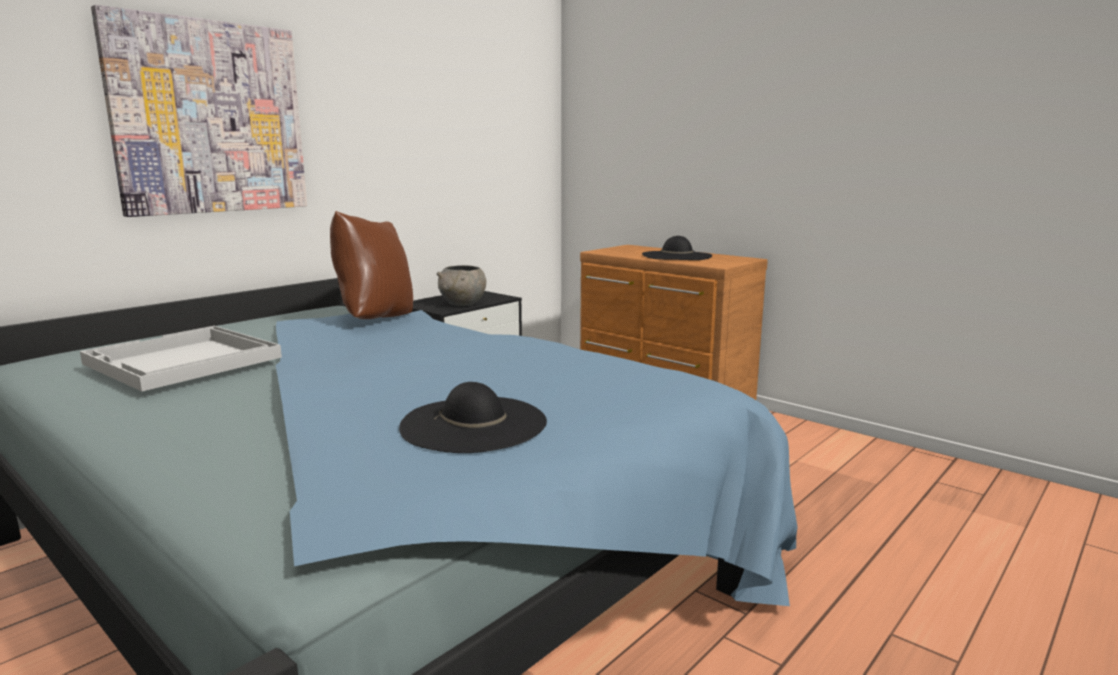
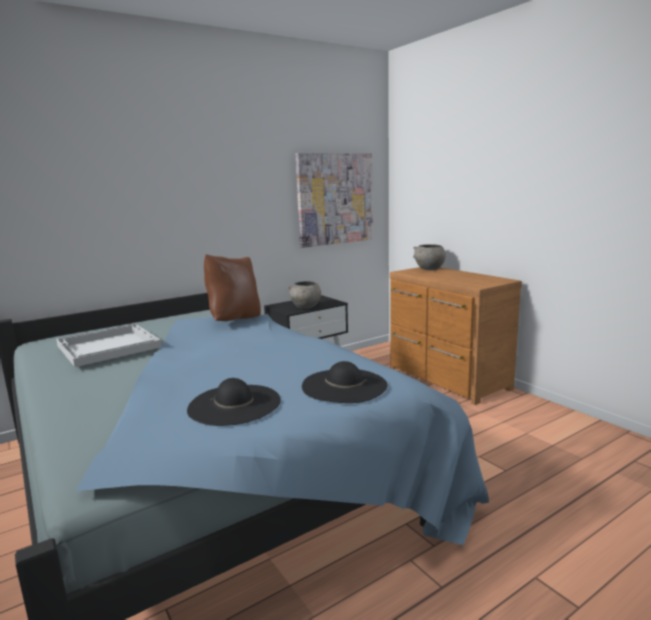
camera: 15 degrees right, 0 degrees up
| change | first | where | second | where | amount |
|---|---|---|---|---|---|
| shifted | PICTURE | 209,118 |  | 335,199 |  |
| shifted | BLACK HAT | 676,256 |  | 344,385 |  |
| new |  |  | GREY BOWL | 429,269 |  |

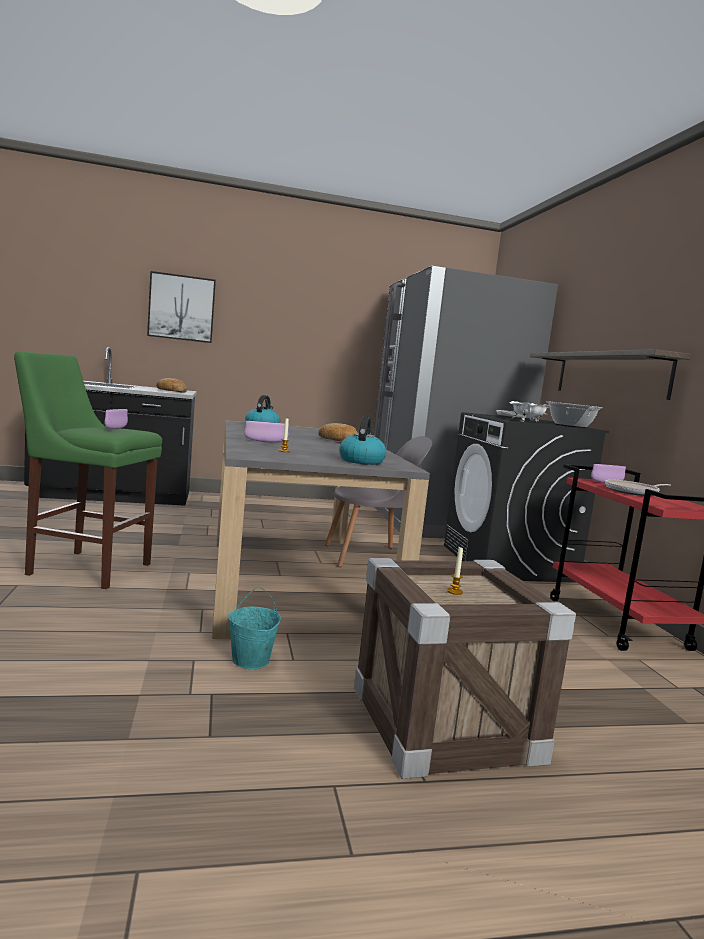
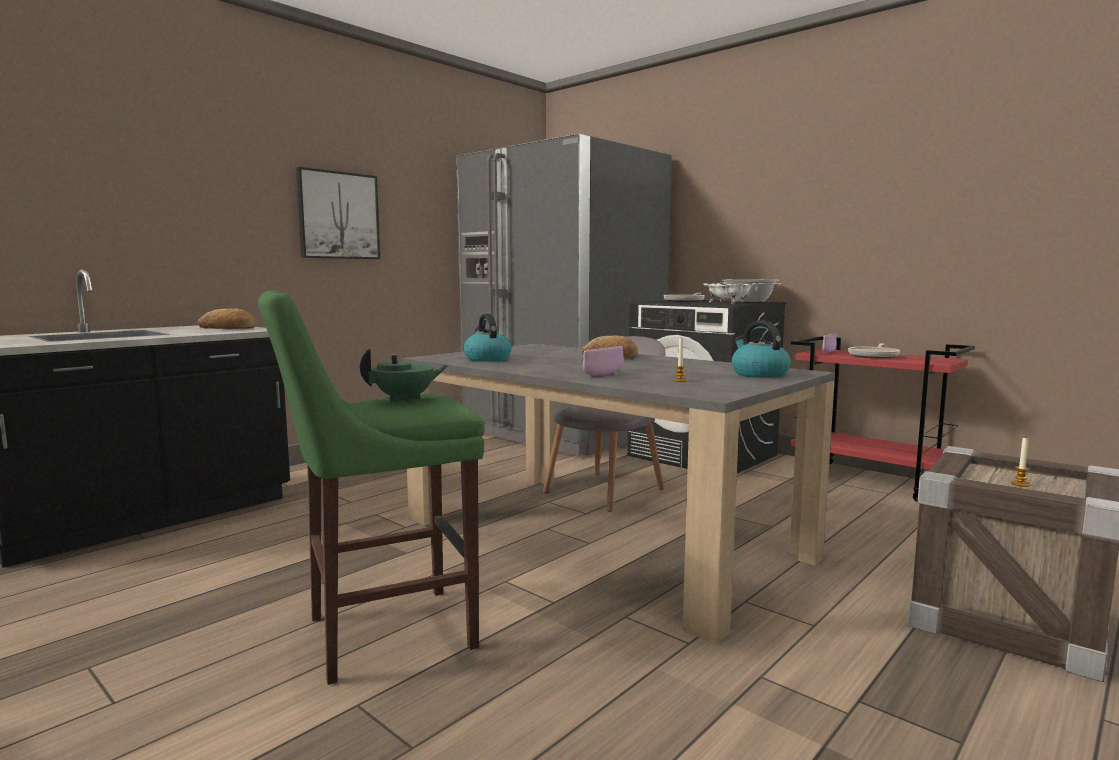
camera: 35 degrees left, 0 degrees up
| change | first | where | second | where | amount |
|---|---|---|---|---|---|
| shifted | PICTURE | 181,308 |  | 338,215 |  |
| gone | SHELF | 610,375 |  |  |  |
| swapped | PURPLE BOWL | 116,429 | GREEN TEAPOT | 405,399 |  |
| gone | TURQUOISE BUCKET | 251,660 |  |  |  |

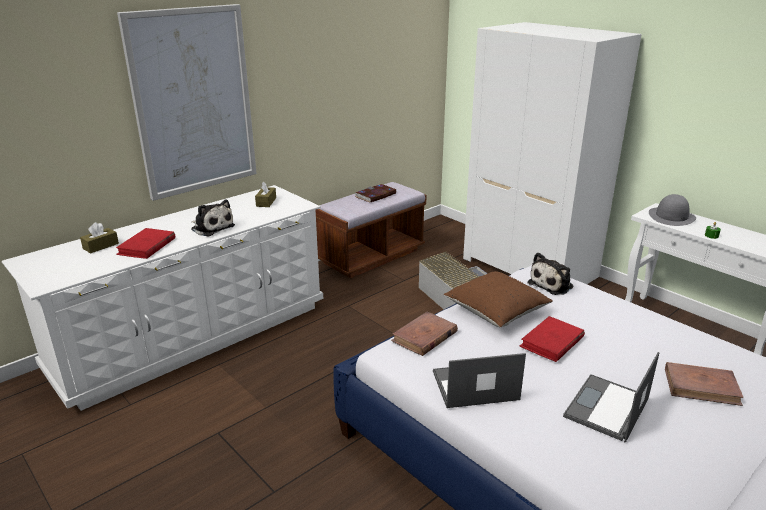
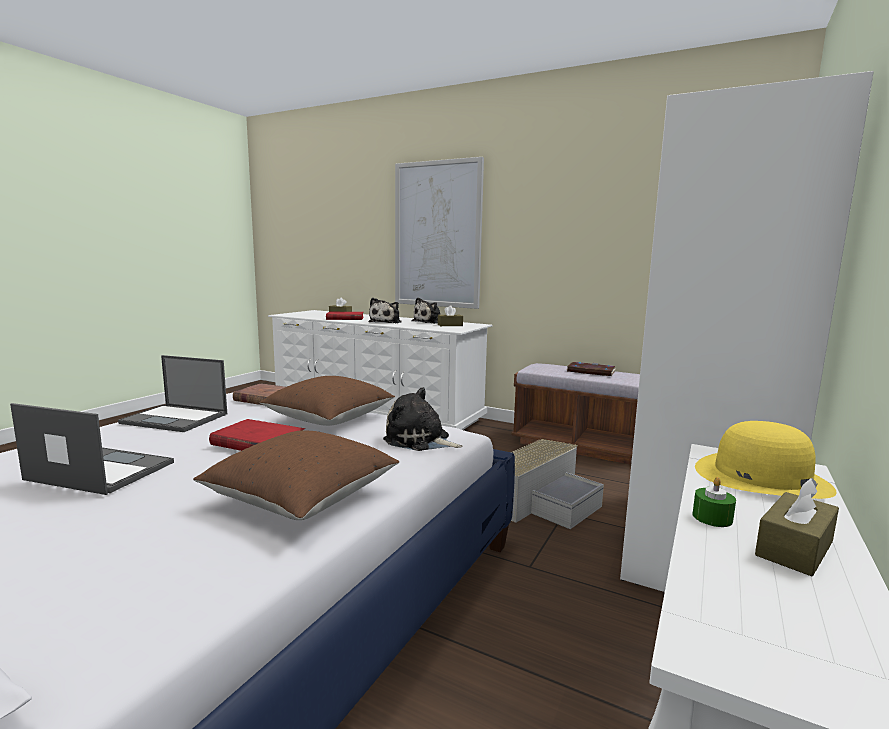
camera: 70 degrees right, 15 degrees down
| change | first | where | second | where | amount |
|---|---|---|---|---|---|
| repainted | GREY HAT | 671,217 | YELLOW HAT | 761,477 |  |
| rotated | LAPTOP | 474,386 |  | 176,418 | 135 degrees clockwise |
| gone | BROWN BOOK | 701,387 |  |  |  |
| new |  |  | PLUSH TOY | 430,322 |  |
| new |  |  | BROWN PILLOW | 302,499 |  |
| new |  |  | BROWN TISSUE BOX | 794,548 |  |

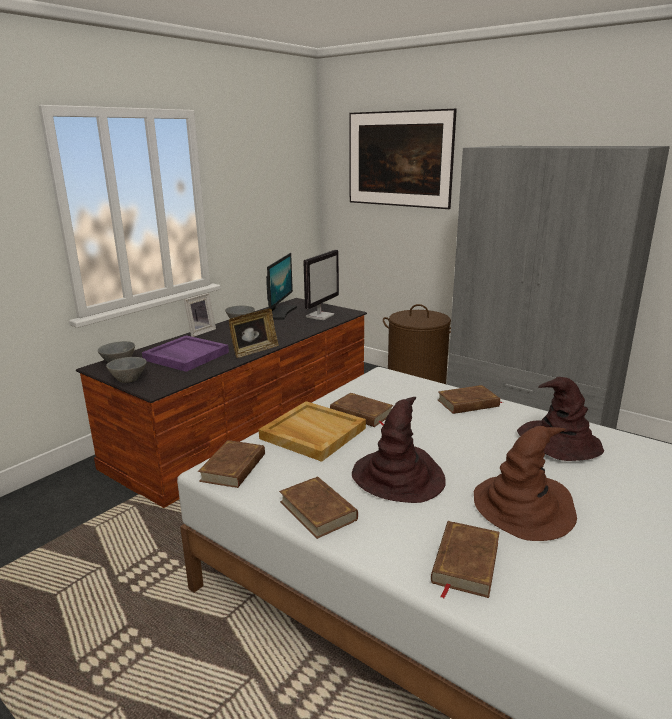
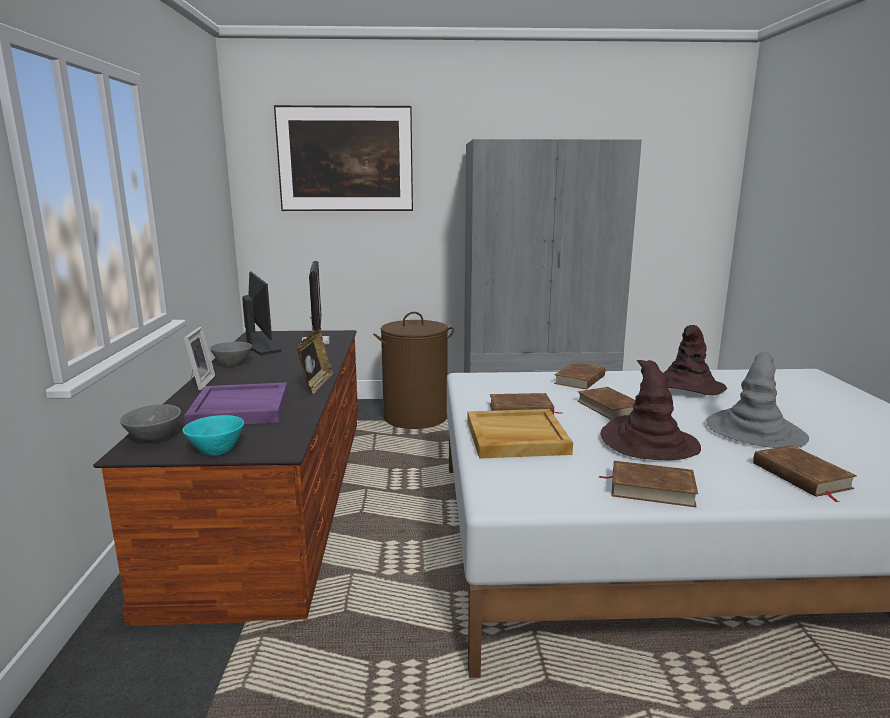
camera: 40 degrees left, 5 degrees down
| change | first | where | second | where | amount |
|---|---|---|---|---|---|
| repainted | GREY BOWL | 130,379 | TURQUOISE BOWL | 218,449 |  |
| repainted | BROWN HAT | 524,508 | GREY HAT | 754,431 |  |
| shifted | BROWN BOOK | 234,467 |  | 609,407 |  |

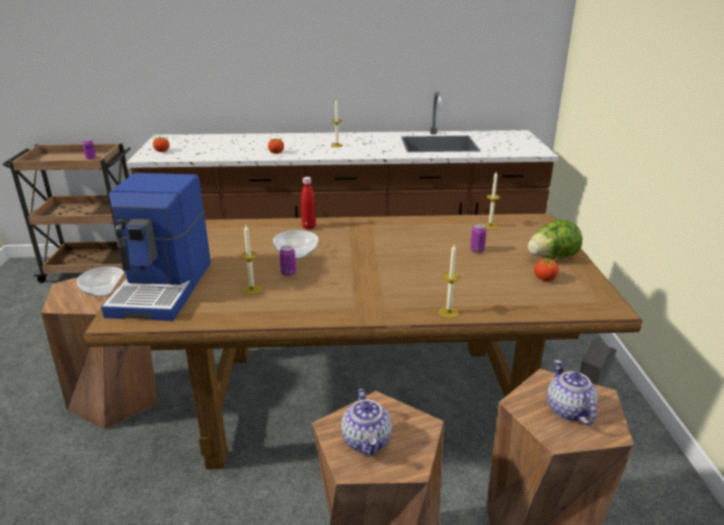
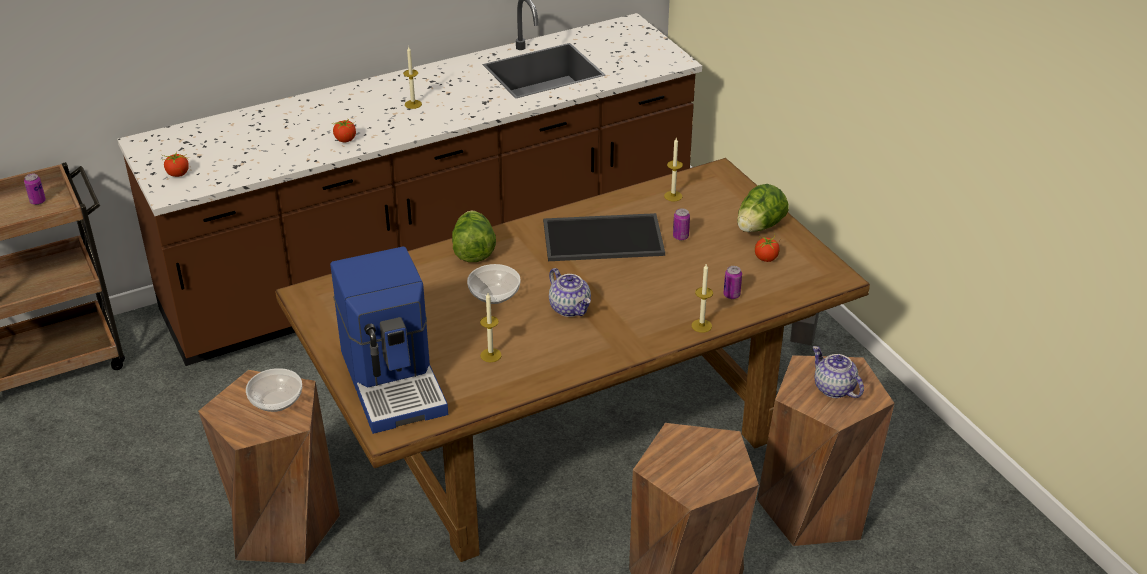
camera: 25 degrees left, 10 degrees up
| change | first | where | second | where | amount |
|---|---|---|---|---|---|
| swapped | RED BOTTLE | 309,227 | LETTUCE | 473,251 |  |
| shifted | CAN | 288,273 |  | 731,295 |  |
| shifted | TEAPOT | 367,441 |  | 570,308 |  |
| new |  |  | TRAY | 604,237 |  |

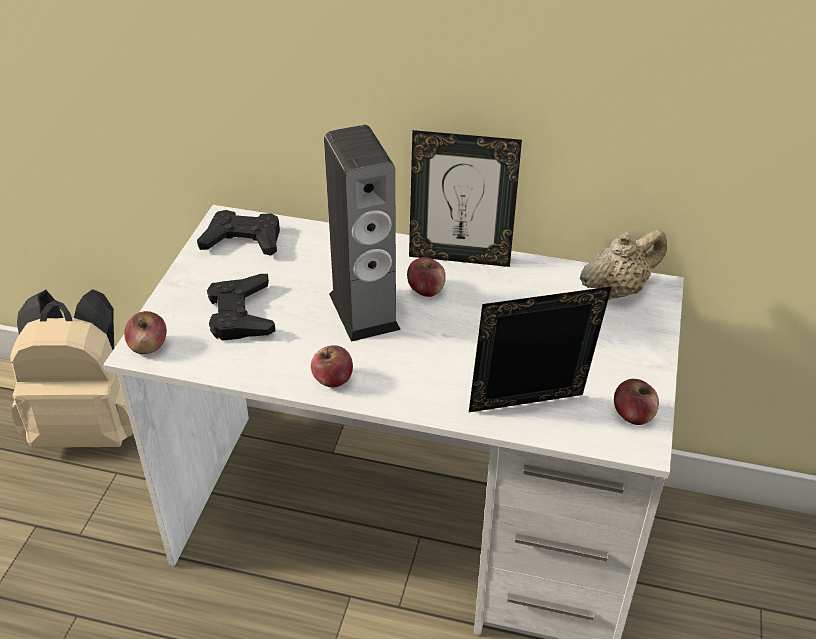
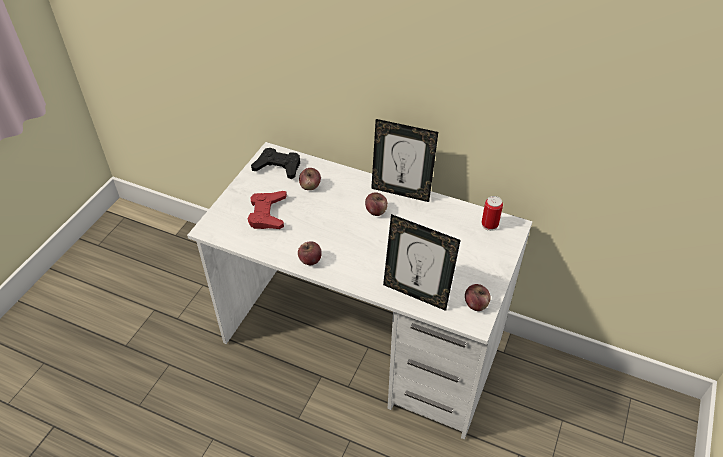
camera: 10 degrees right, 5 degrees up
| change | first | where | second | where | amount |
|---|---|---|---|---|---|
| gone | SPEAKER | 364,311 |  |  |  |
| swapped | BEIGE TEAPOT | 617,290 | CAN | 489,225 |  |
| repainted | BLACK GAME CONTROLLER | 241,314 | RED GAME CONTROLLER | 267,214 |  |
| rotated | PICTURE FRAME | 529,410 |  | 416,293 | 150 degrees counterclockwise |
| gone | BEIGE BACKPACK | 90,427 |  |  |  |
| shifted | APPLE | 148,346 |  | 310,186 |  |

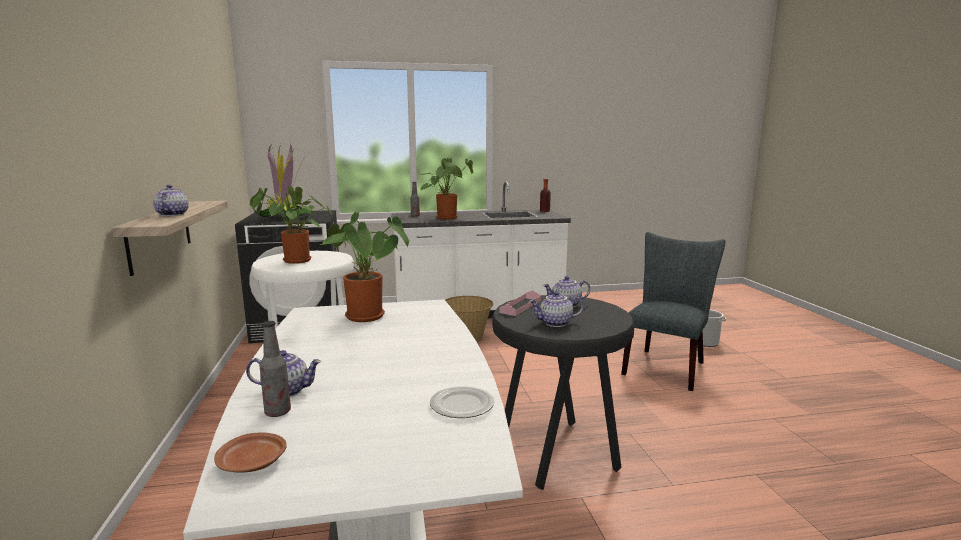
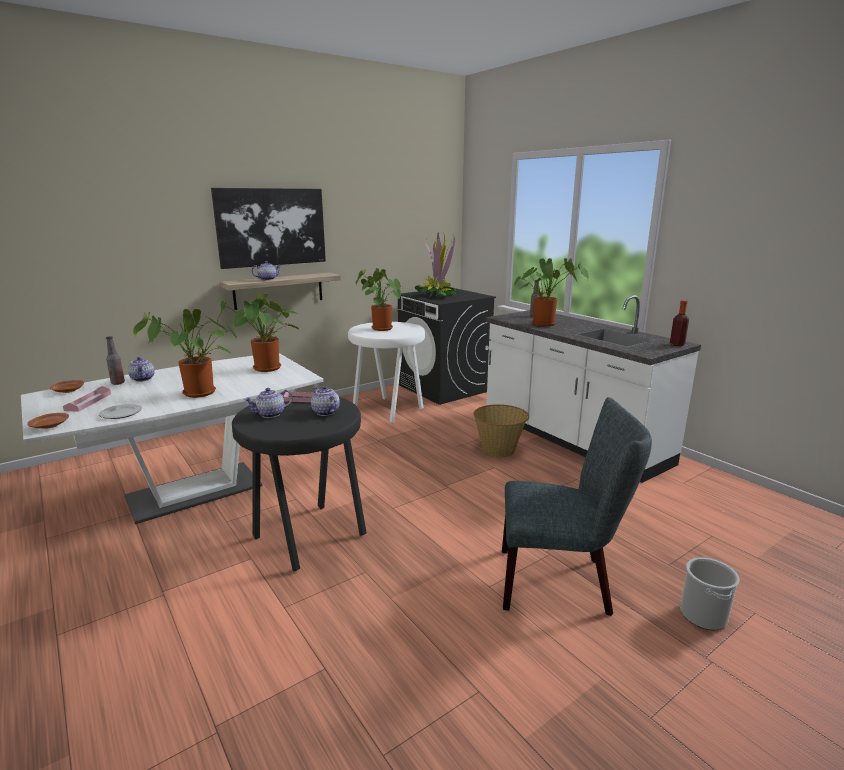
camera: 65 degrees right, 5 degrees up
| change | first | where | second | where | amount |
|---|---|---|---|---|---|
| rotated | TEAPOT | 555,323 |  | 270,414 | 90 degrees counterclockwise |
| new |  |  | PICTURE | 271,227 |  |
| new |  |  | POTTED PLANT | 196,394 |  |
| new |  |  | PINK TRAY | 88,402 |  |
| new |  |  | BROWN PLATE | 50,426 |  |

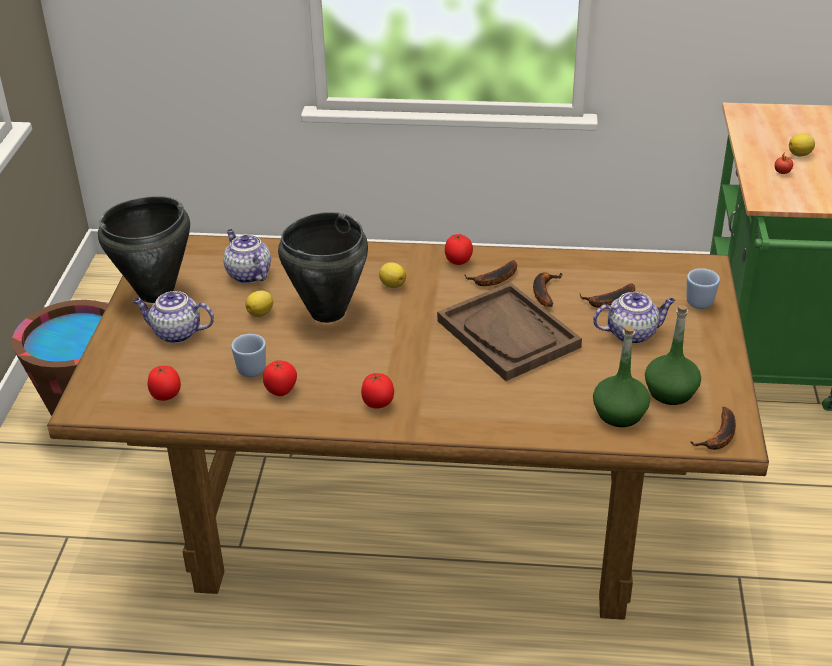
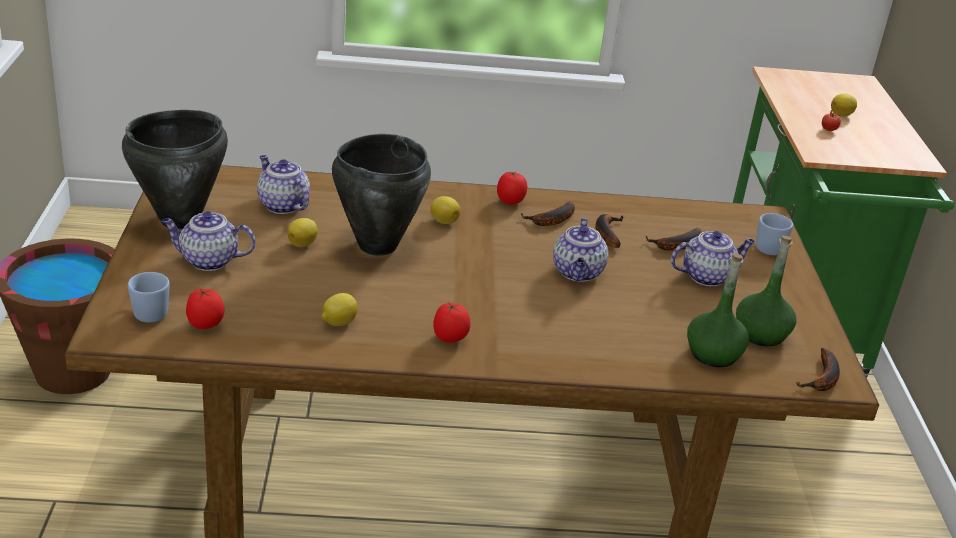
camera: 10 degrees left, 5 degrees down
| change | first | where | second | where | amount |
|---|---|---|---|---|---|
| swapped | BROWN TRAY | 508,334 | TEAPOT | 578,273 |  |
| shifted | BLUE MUG | 250,367 |  | 149,311 |  |
| swapped | TOMATO | 281,391 | LEMON | 338,322 |  |

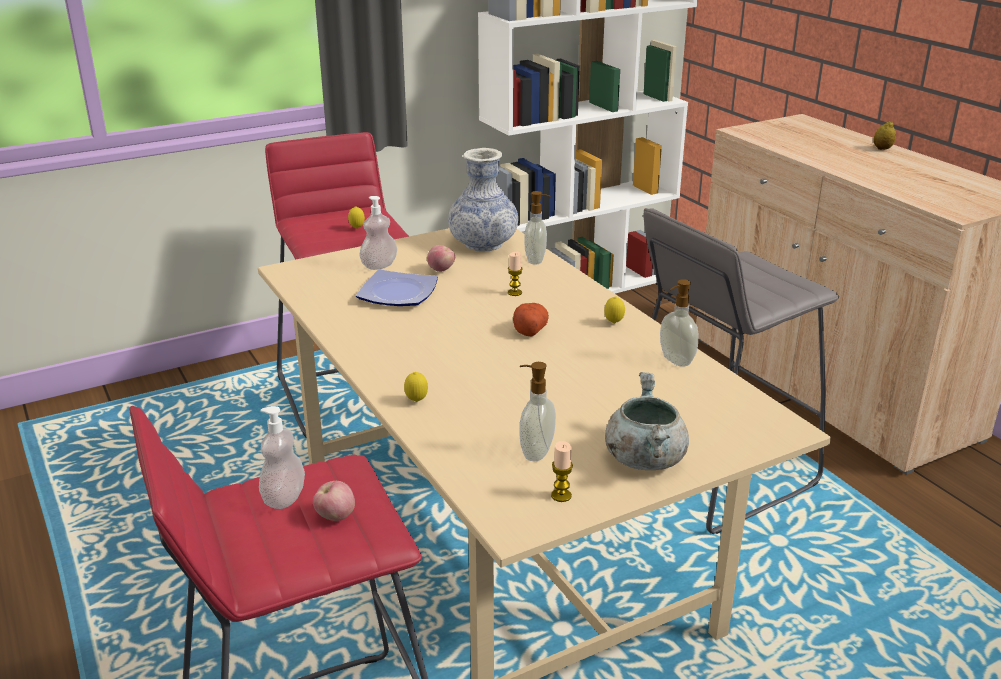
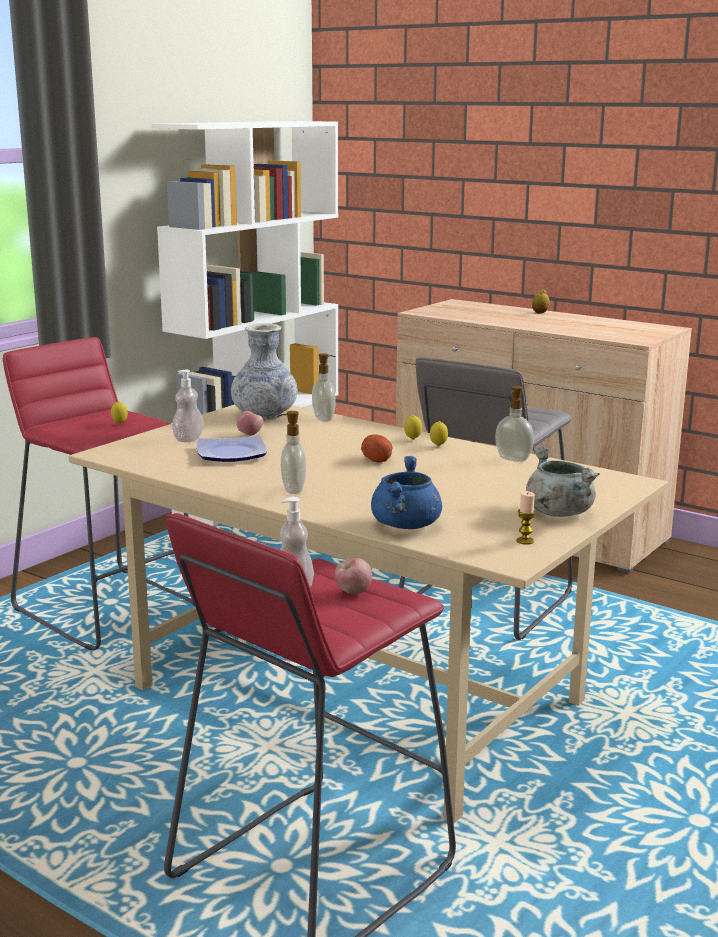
camera: 25 degrees left, 10 degrees down
| change | first | where | second | where | amount |
|---|---|---|---|---|---|
| gone | CANDLE | 514,293 |  |  |  |
| shifted | SOAP DISPENSER | 535,452 |  | 292,490 |  |
| shifted | LEMON | 416,401 |  | 412,439 |  |
| new |  |  | BLUE COOKING POT | 406,525 |  |

